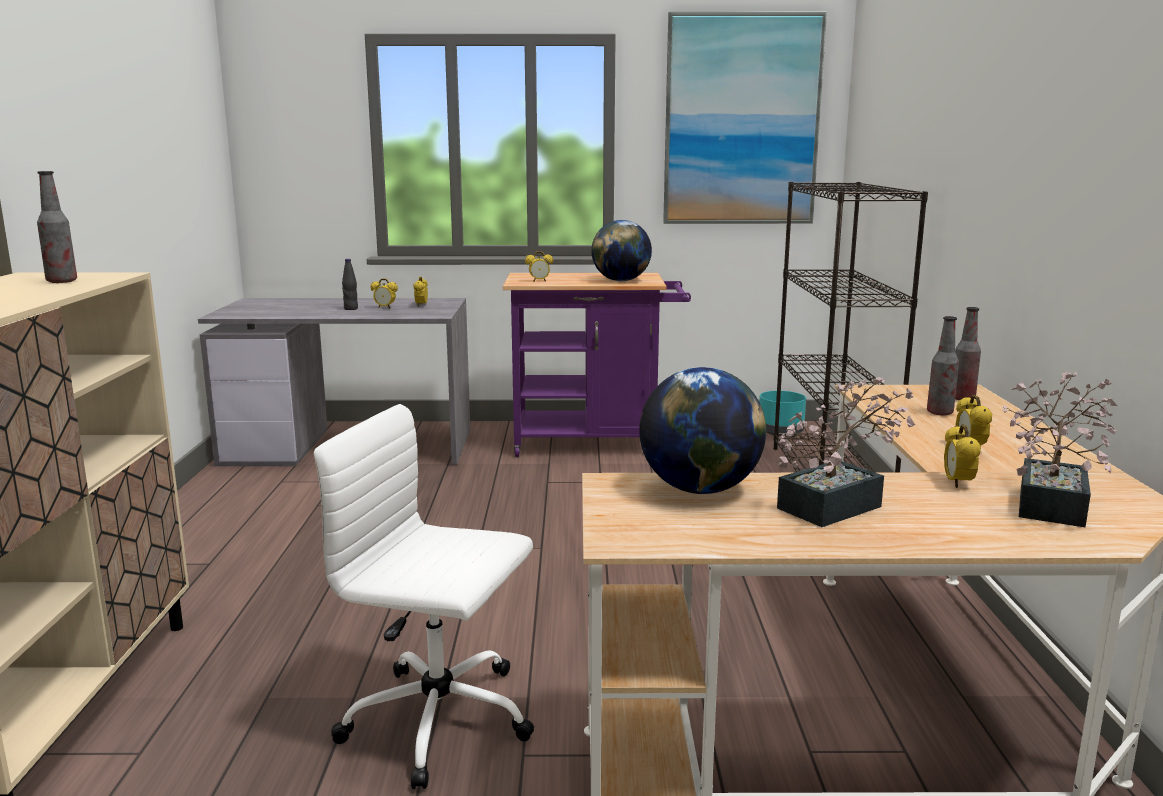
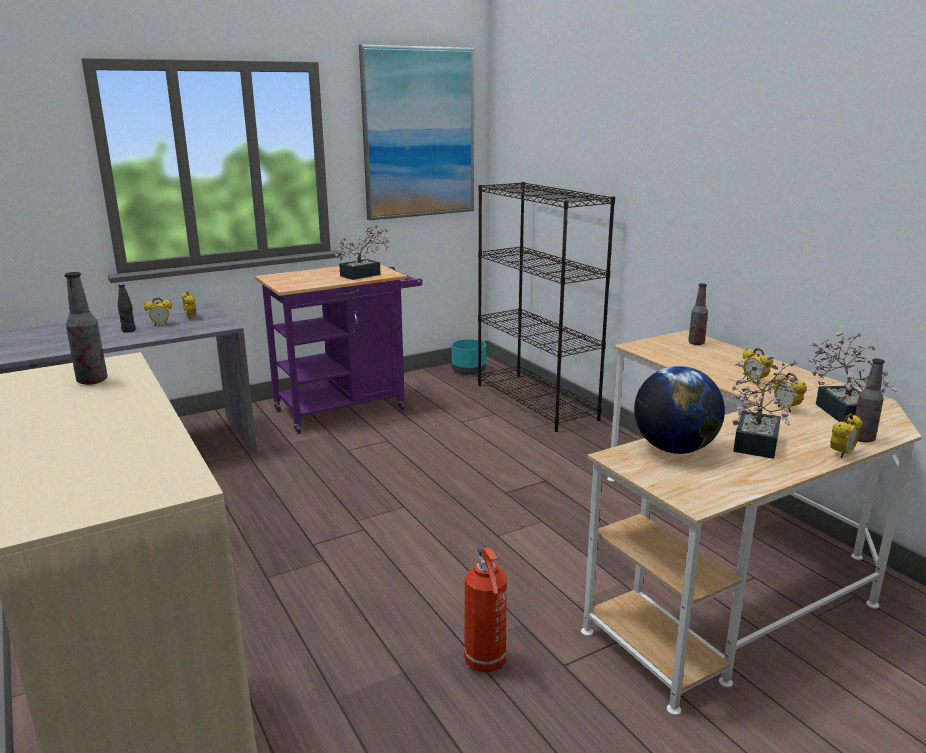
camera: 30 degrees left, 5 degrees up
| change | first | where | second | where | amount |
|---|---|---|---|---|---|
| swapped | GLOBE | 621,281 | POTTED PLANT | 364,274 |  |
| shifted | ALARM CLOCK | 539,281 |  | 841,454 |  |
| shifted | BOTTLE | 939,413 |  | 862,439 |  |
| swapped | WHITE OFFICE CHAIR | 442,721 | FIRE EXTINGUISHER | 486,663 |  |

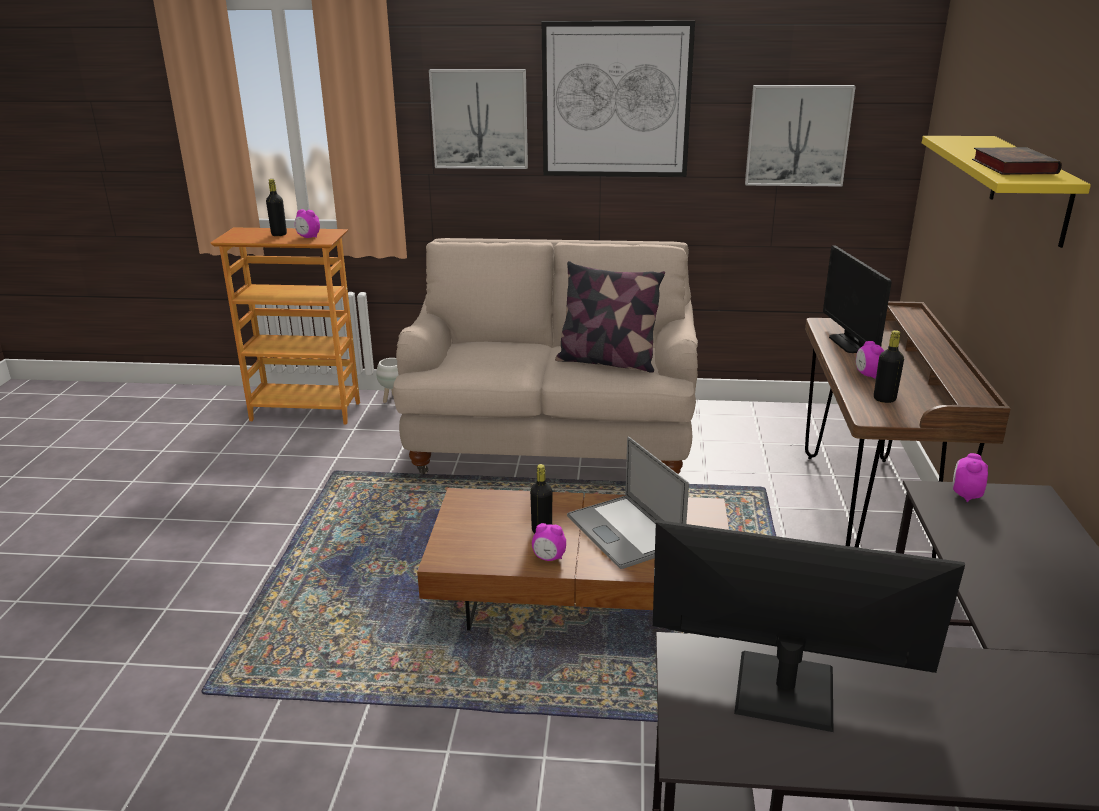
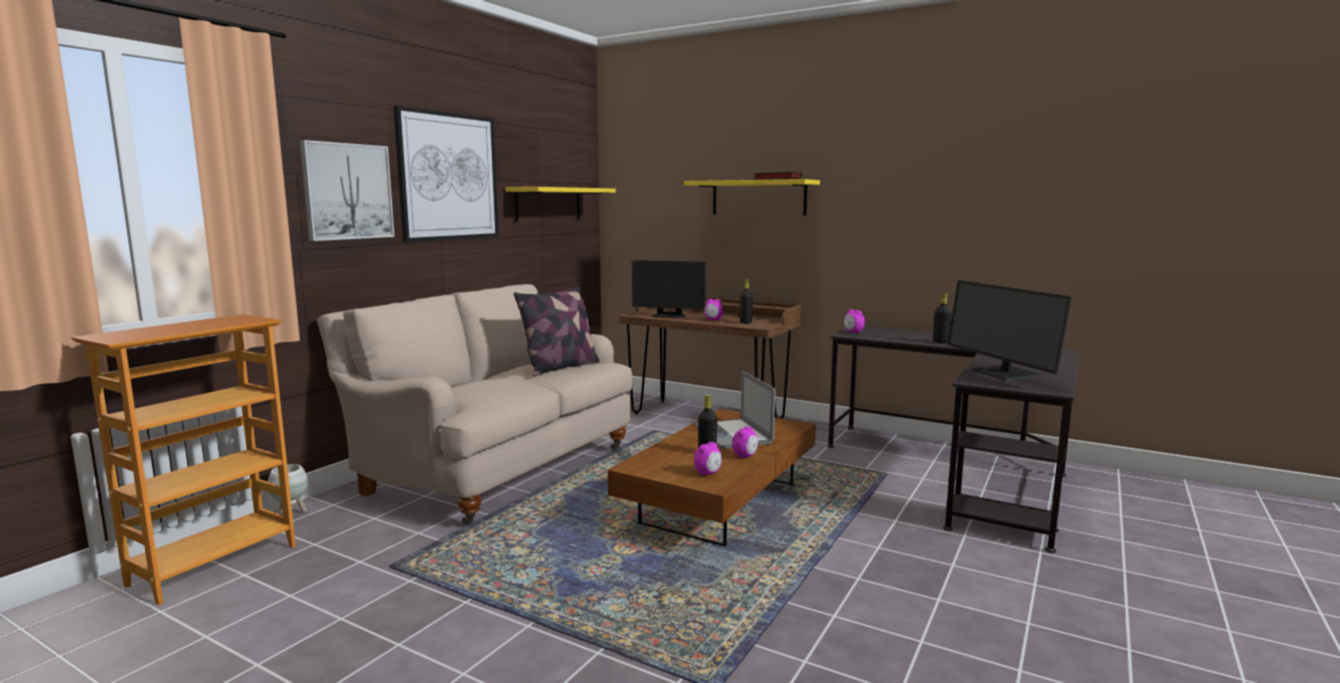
camera: 65 degrees left, 15 degrees down
| change | first | where | second | where | amount |
|---|---|---|---|---|---|
| swapped | PICTURE | 797,135 | YELLOW SHELF | 548,204 |  |
| shifted | BLACK BOTTLE | 279,234 |  | 940,342 |  |
| shifted | ALARM CLOCK | 308,237 |  | 708,473 |  |
| rotated | LAPTOP | 624,531 |  | 733,434 | 75 degrees clockwise |
| rotated | MONITOR | 785,687 |  | 1004,373 | 60 degrees counterclockwise |

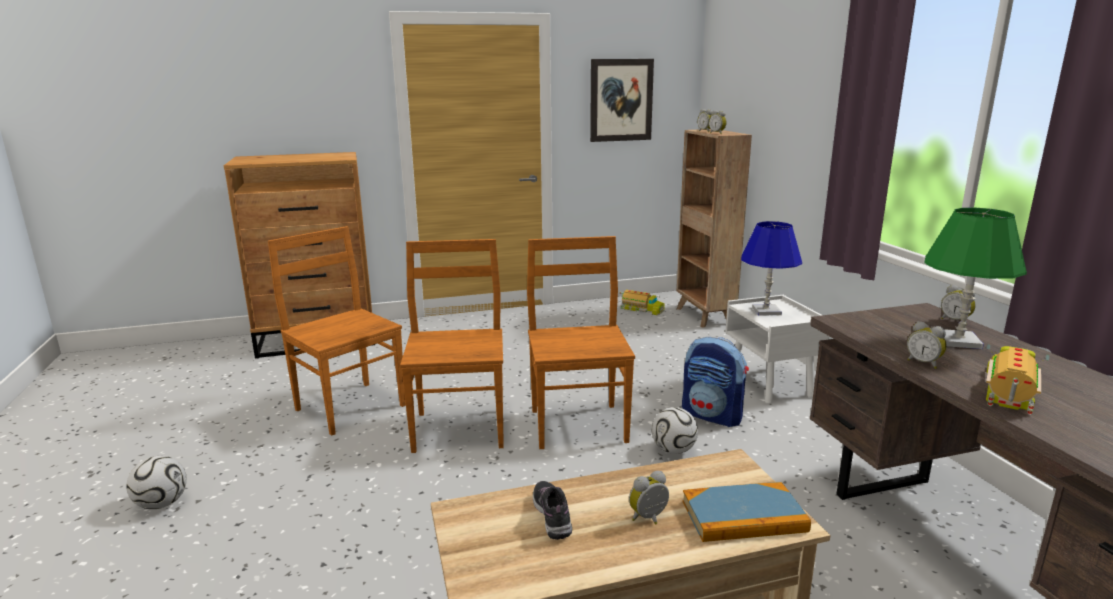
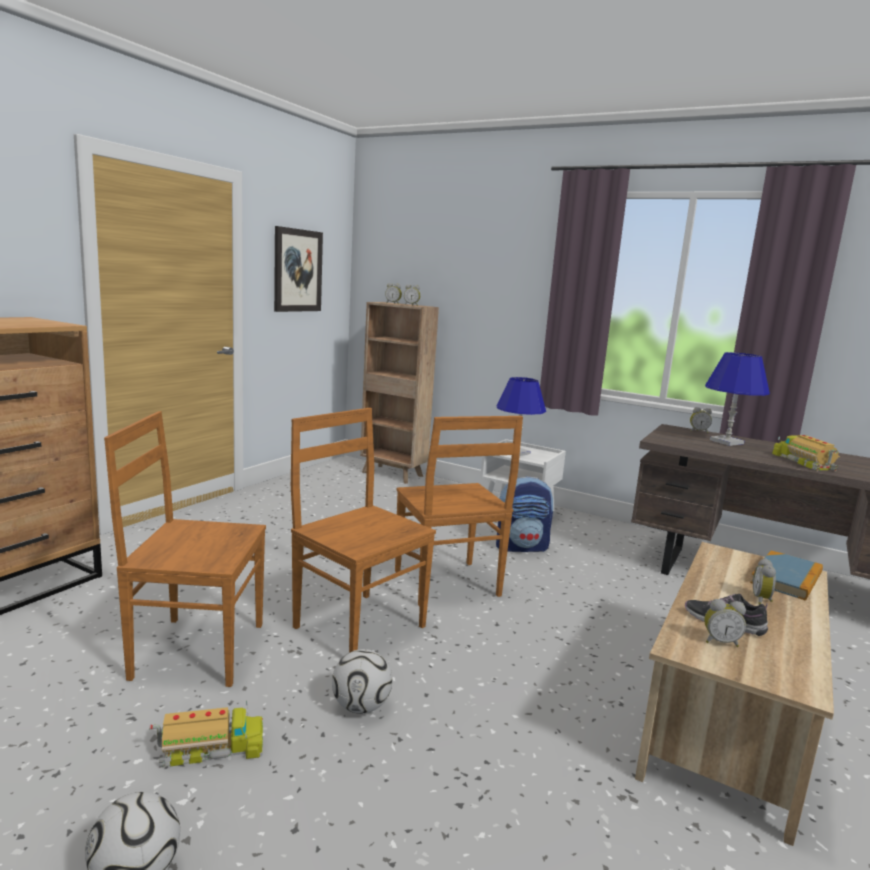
camera: 45 degrees left, 5 degrees down
| change | first | where | second | where | amount |
|---|---|---|---|---|---|
| repainted | GREEN TABLE LAMP | 958,341 | BLUE TABLE LAMP | 727,442 |  |
| rotated | BROWN CHAIR | 578,424 |  | 447,585 | 150 degrees counterclockwise |
| shifted | TOY TRUCK | 641,309 |  | 211,749 |  |
| shifted | ALARM CLOCK | 924,363 |  | 720,642 |  |
| shifted | FOOTBALL | 673,450 |  | 360,707 |  |

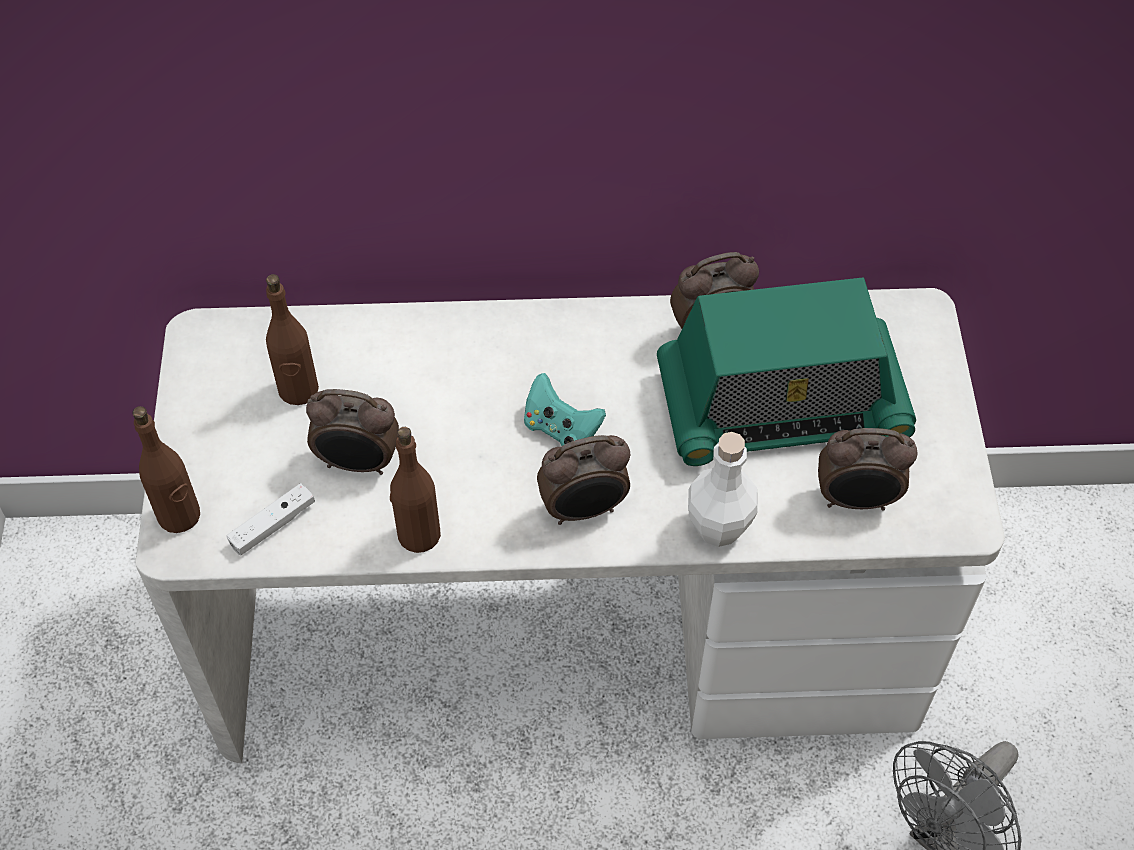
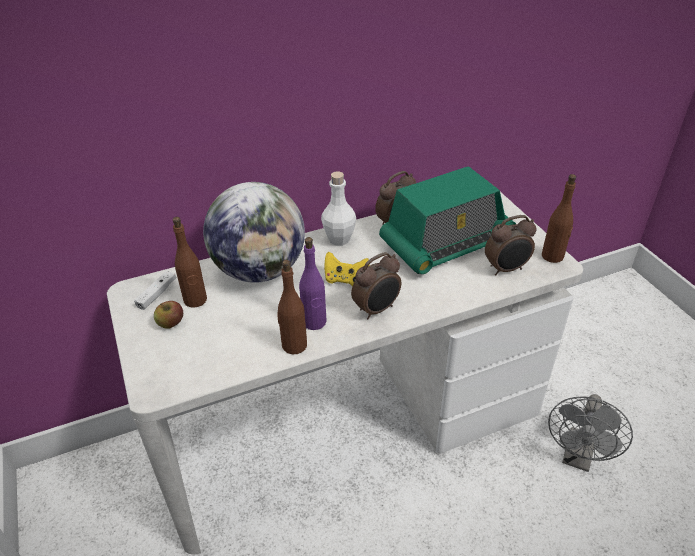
camera: 20 degrees left, 15 degrees down
| change | first | where | second | where | amount |
|---|---|---|---|---|---|
| repainted | TURQUOISE GAME CONTROLLER | 561,429 | YELLOW GAME CONTROLLER | 345,280 |  |
| gone | ALARM CLOCK | 358,463 |  |  |  |
| shifted | BROWN BOTTLE | 179,516 |  | 553,256 |  |
| shifted | WHITE BOTTLE | 718,528 |  | 339,239 |  |
| shifted | WHITE GAME CONTROLLER | 273,525 |  | 157,294 |  |
| new |  |  | GLOBE | 260,270 |  |
| new |  |  | PURPLE BOTTLE | 314,322 |  |
| new |  |  | APPLE | 171,323 |  |

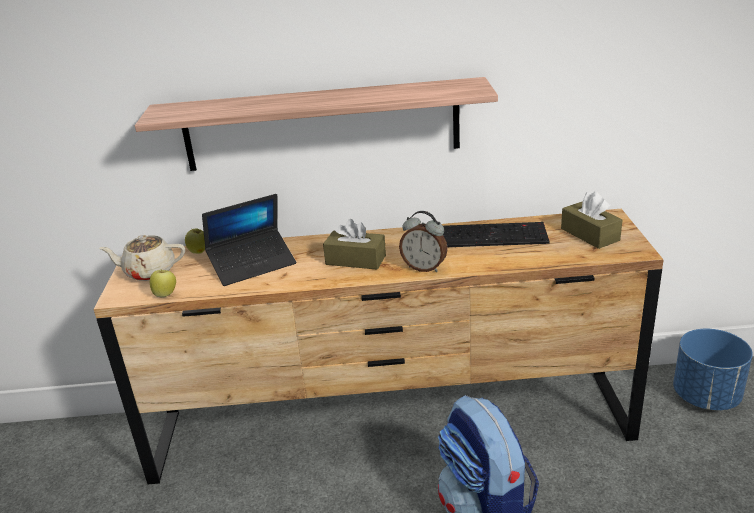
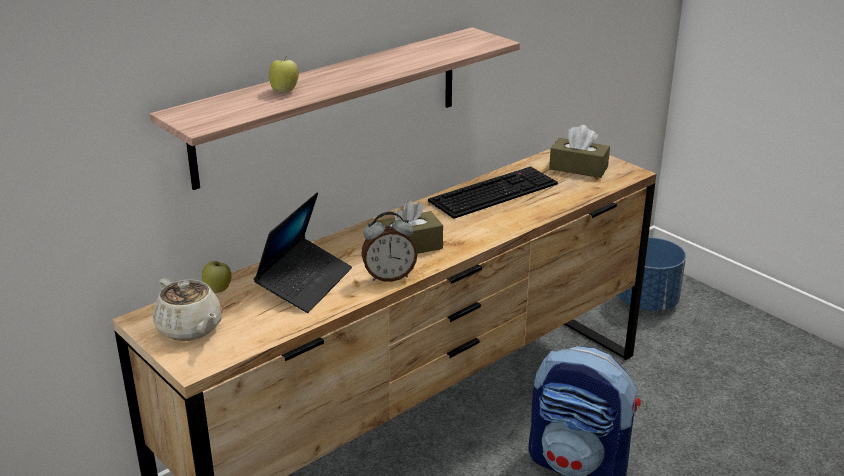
camera: 40 degrees left, 0 degrees up
| change | first | where | second | where | amount |
|---|---|---|---|---|---|
| shifted | ALARM CLOCK | 424,267 |  | 389,276 |  |
| rotated | BEIGE TEAPOT | 149,272 |  | 190,328 | 90 degrees counterclockwise |
| shifted | APPLE | 166,294 |  | 285,91 |  |

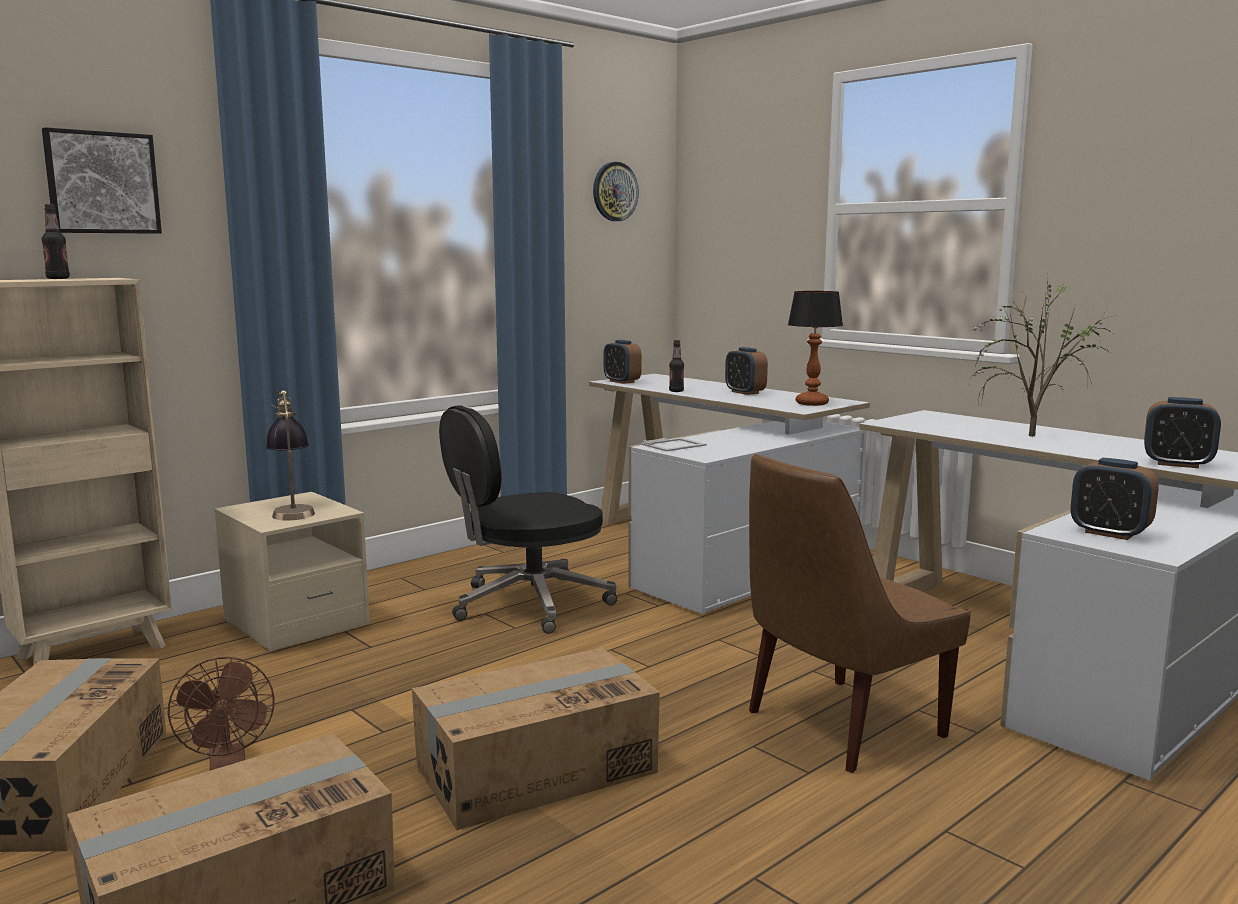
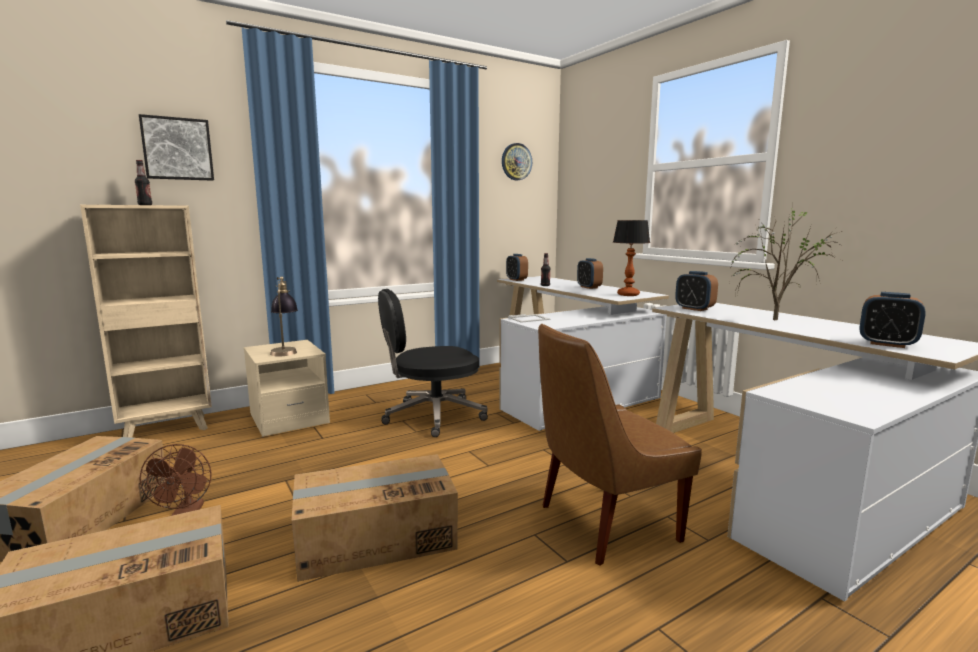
camera: 10 degrees right, 0 degrees up
| change | first | where | second | where | amount |
|---|---|---|---|---|---|
| shifted | ALARM CLOCK | 1109,533 |  | 694,309 |  |

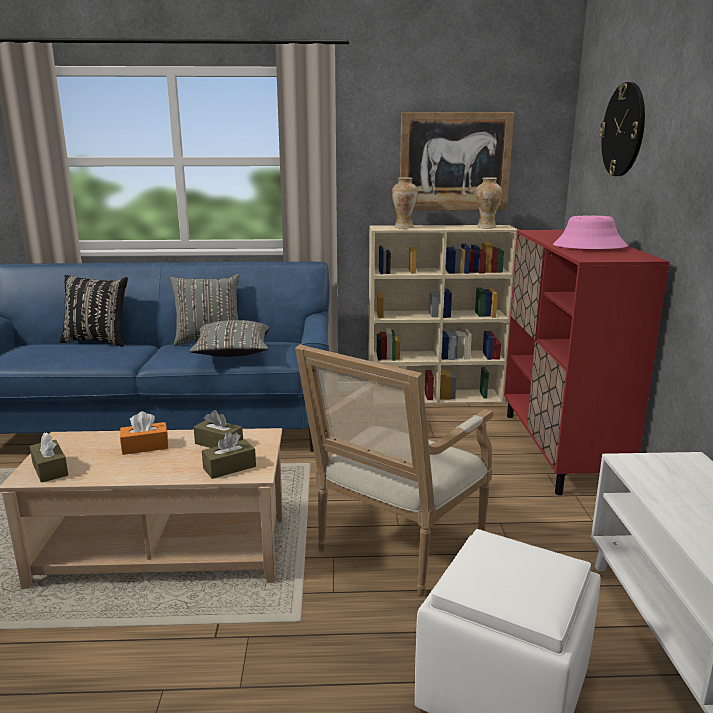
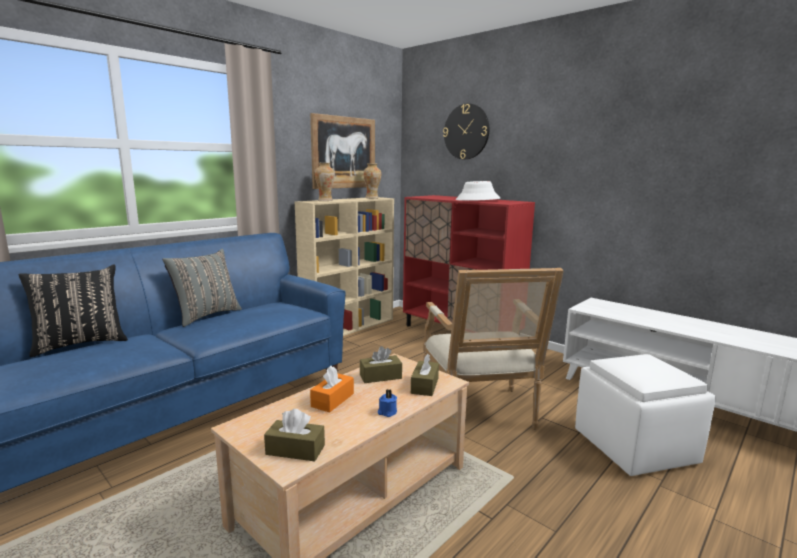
camera: 45 degrees left, 5 degrees down
| change | first | where | second | where | amount |
|---|---|---|---|---|---|
| repainted | PINK HAT | 588,246 | WHITE HAT | 477,200 |  |
| gone | GREY PILLOW | 232,353 |  |  |  |
| new |  |  | BLUE CANDLE | 387,412 |  |

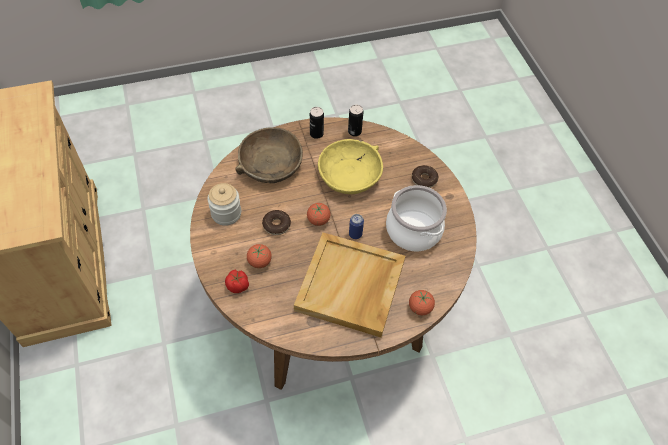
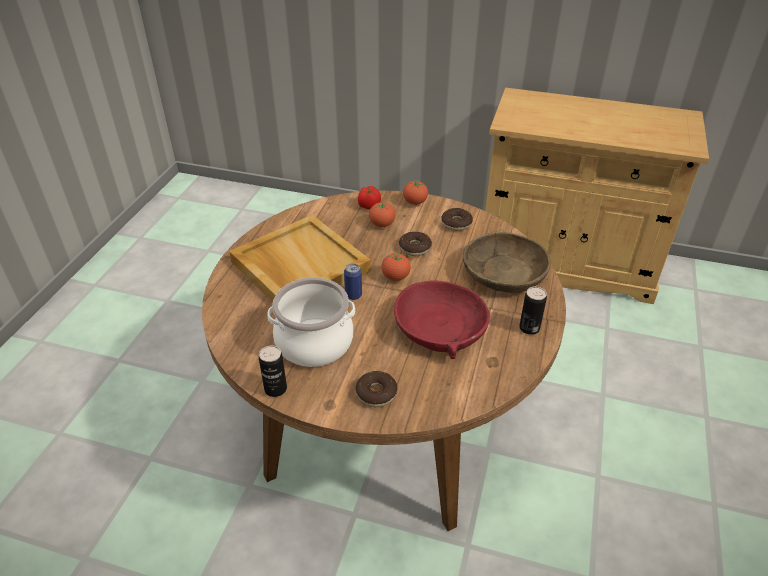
camera: 125 degrees right, 15 degrees down
| change | first | where | second | where | amount |
|---|---|---|---|---|---|
| shifted | CAN | 354,131 |  | 275,389 |  |
| repainted | YELLOW BOWL | 349,174 | RED BOWL | 440,328 |  |
| swapped | JAR | 226,213 | DONUT | 456,224 |  |
| shifted | TOMATO | 420,307 |  | 415,202 |  |

